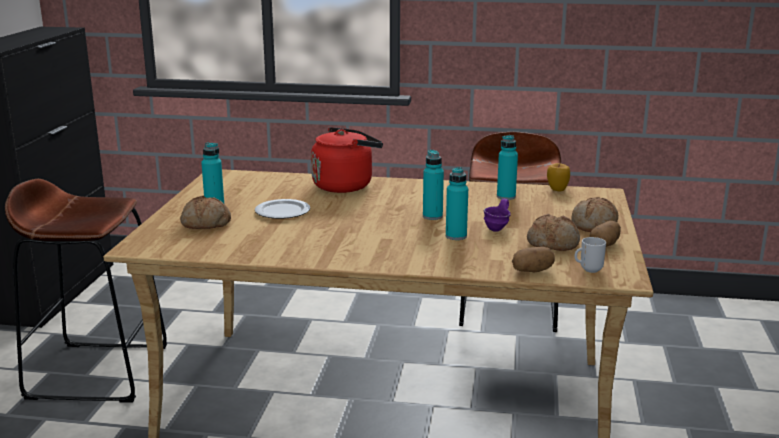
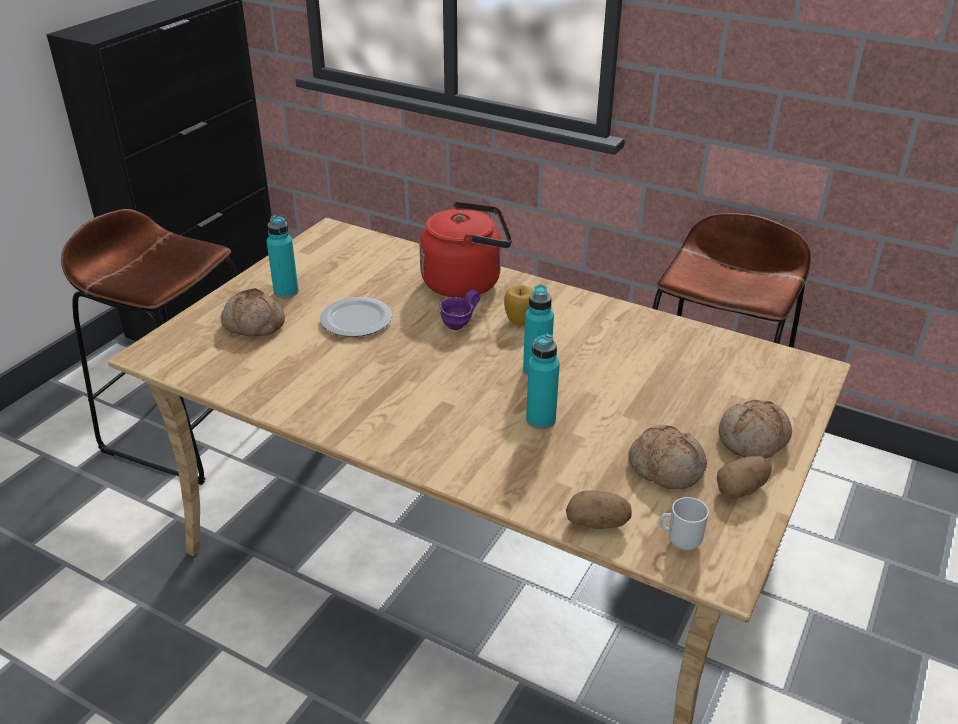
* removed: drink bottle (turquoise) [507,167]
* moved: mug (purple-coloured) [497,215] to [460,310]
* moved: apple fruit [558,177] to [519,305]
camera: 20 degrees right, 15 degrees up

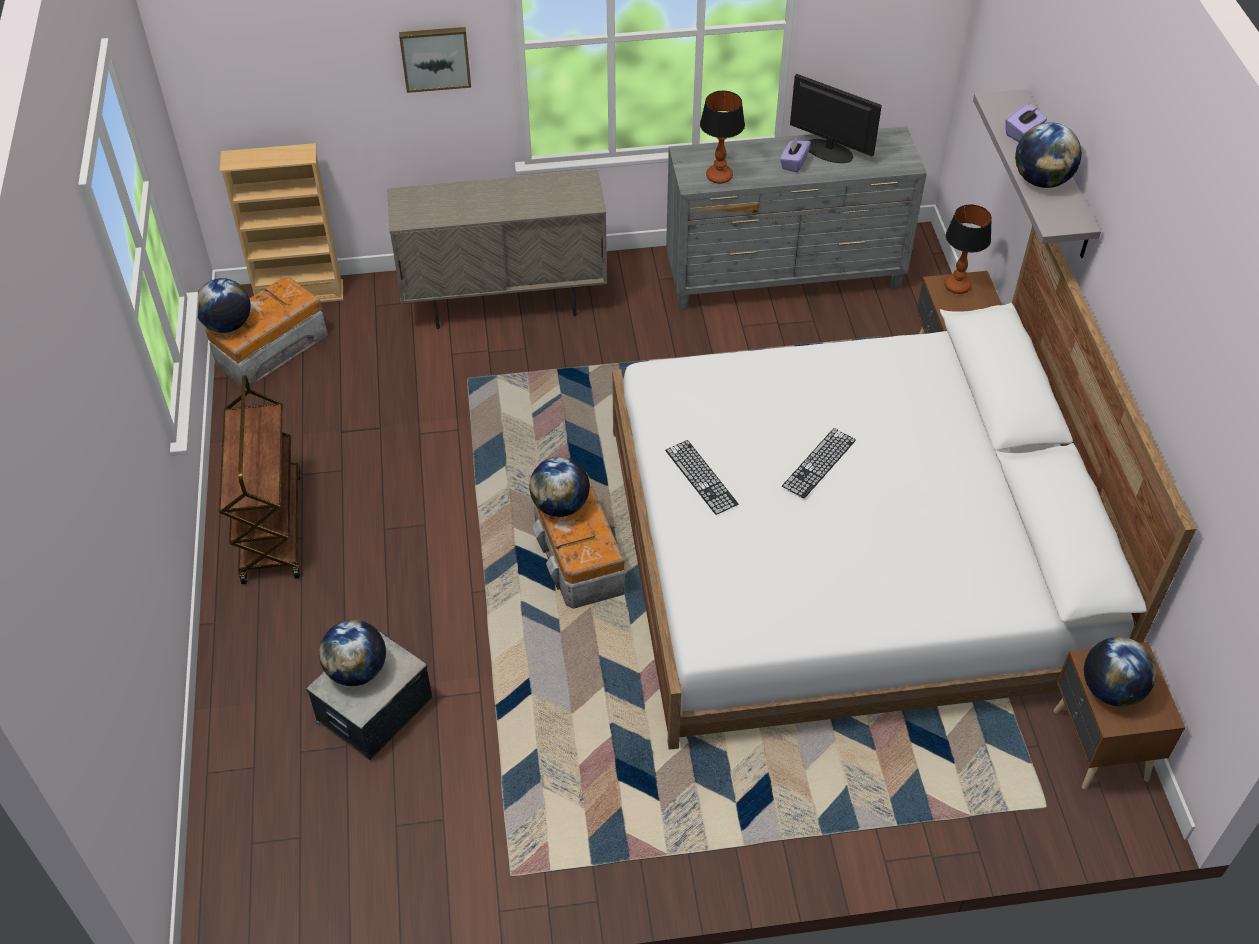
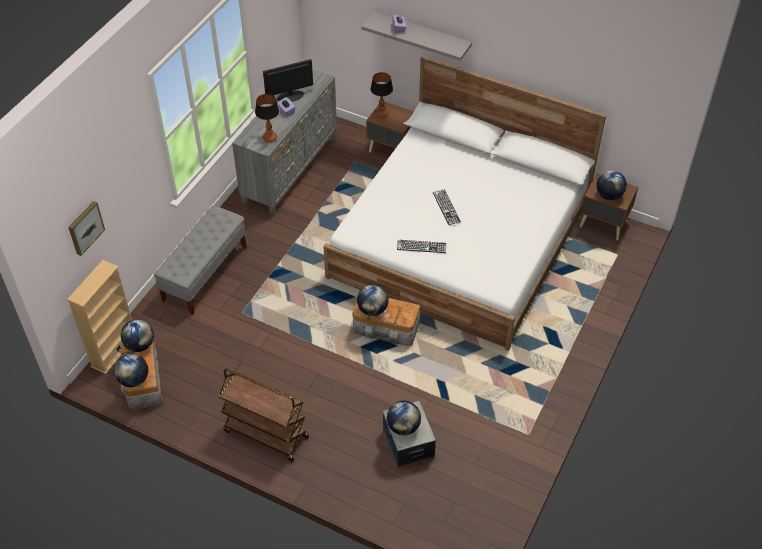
* moved: wall art [435,60] to [86,228]
* moved: world globe [1048,155] to [137,335]
* replaced: cabinet (beige-coloured) [497,249] to long seat (grey) [200,260]
camera: 55 degrees left, 0 degrees up

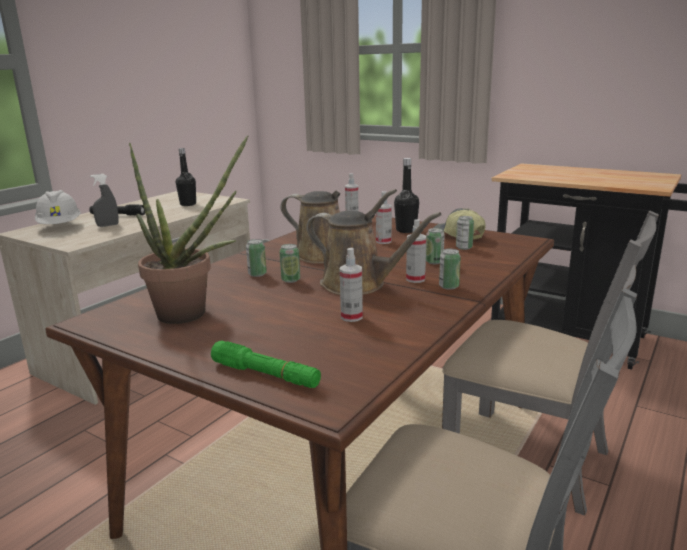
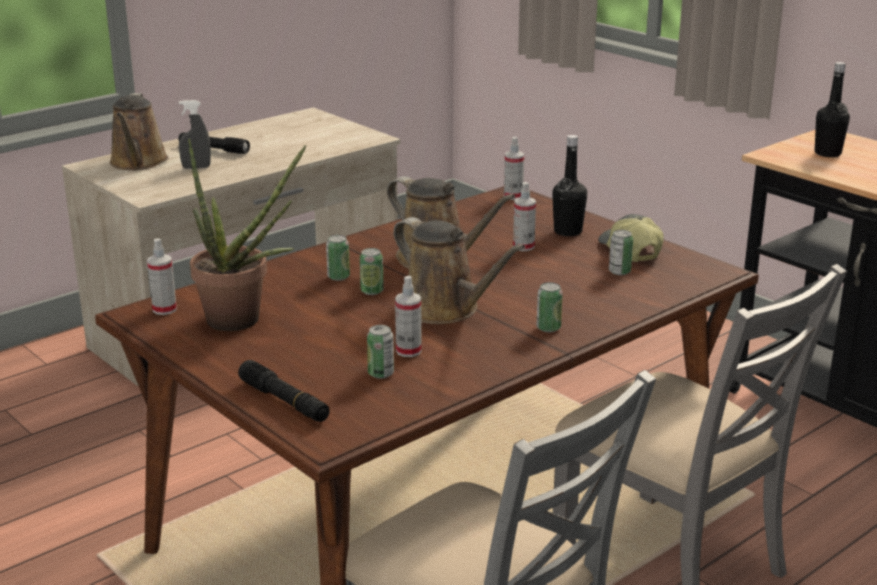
* moved: drink bottle (black-coloured) [186,177] to [832,109]
* moved: hand sprayer [416,251] to [162,277]
* moved: sealed can [435,246] to [380,352]
* replaced: hard hat (whitish) [58,207] to watering can (brown-coloured) [139,131]
* recoloured: hand torch (green-coloured) [266,364] to hand torch (black-coloured) [284,391]
camera: 15 degrees right, 5 degrees up

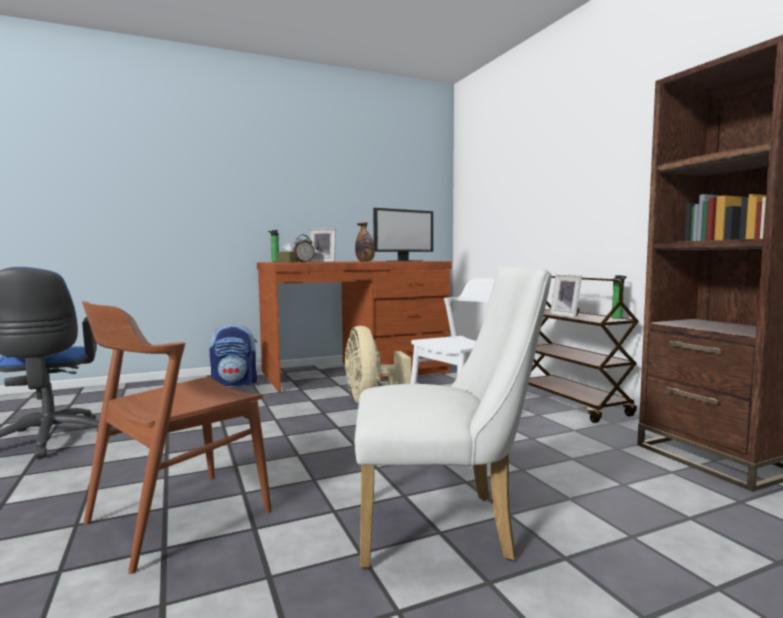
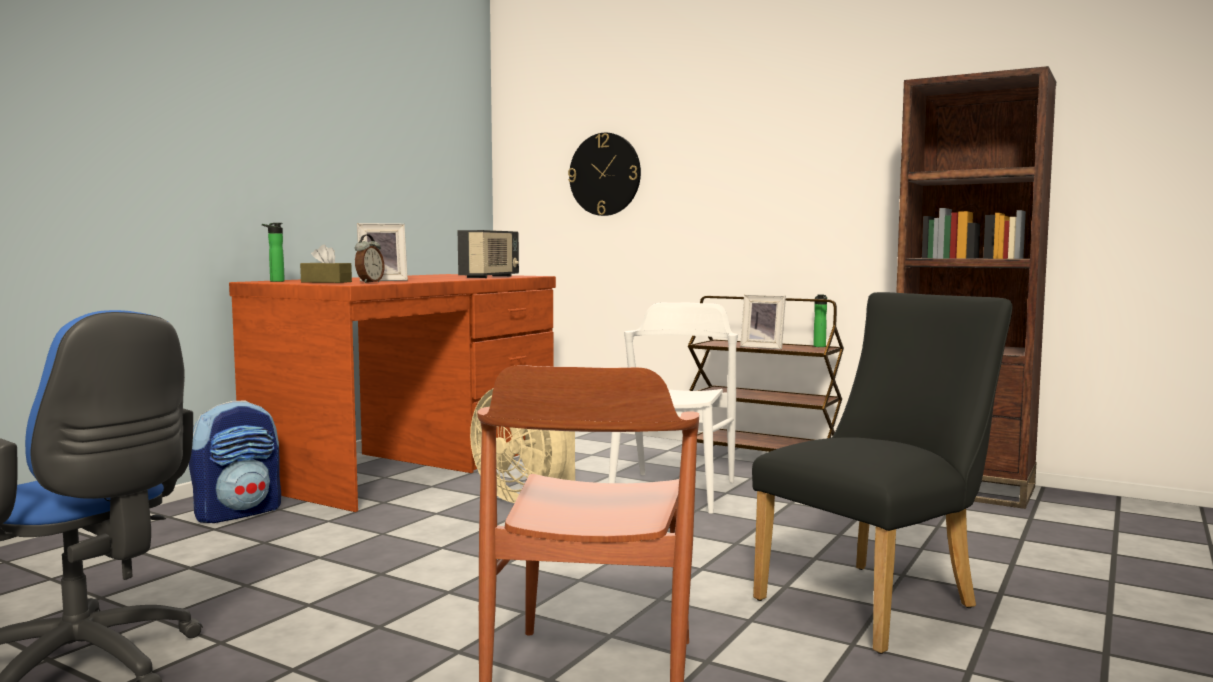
* removed: drink bottle [365,242]
* added: wall clock [604,174]
* replaced: computer display [403,235] to radio set [488,254]
* recoloured: chair (whitish) [453,417] to chair (black-coloured) [882,473]
camera: 35 degrees left, 0 degrees up

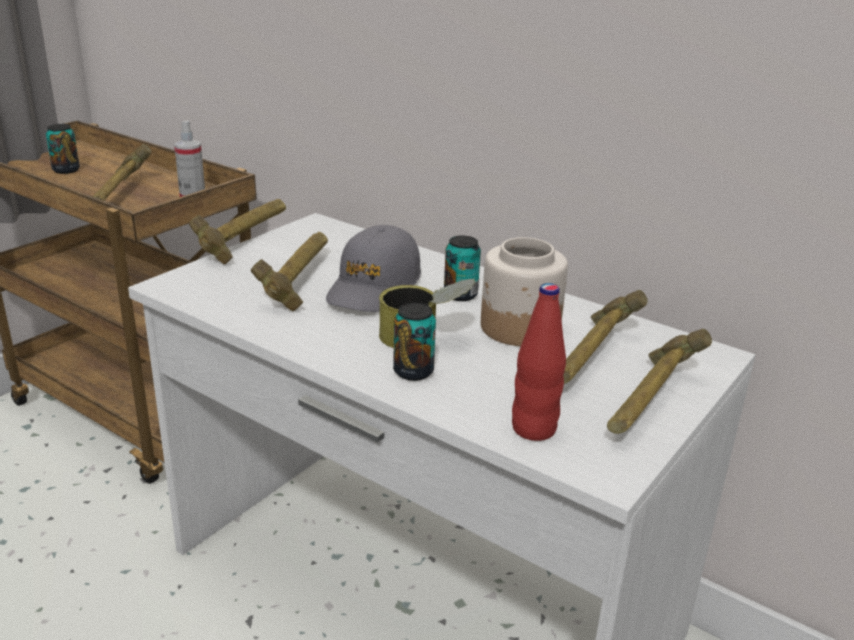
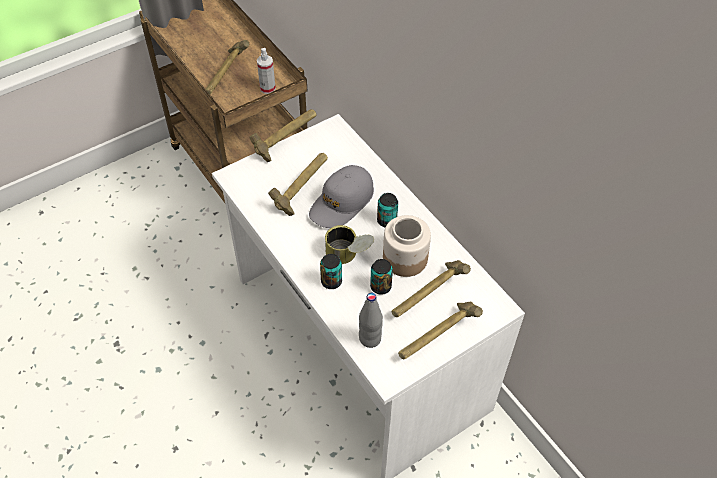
* moved: sealed can [63,149] to [381,277]
* recoloured: drink bottle (red-coloured) [539,362] to drink bottle (grey) [371,320]
camera: 20 degrees right, 25 degrees up

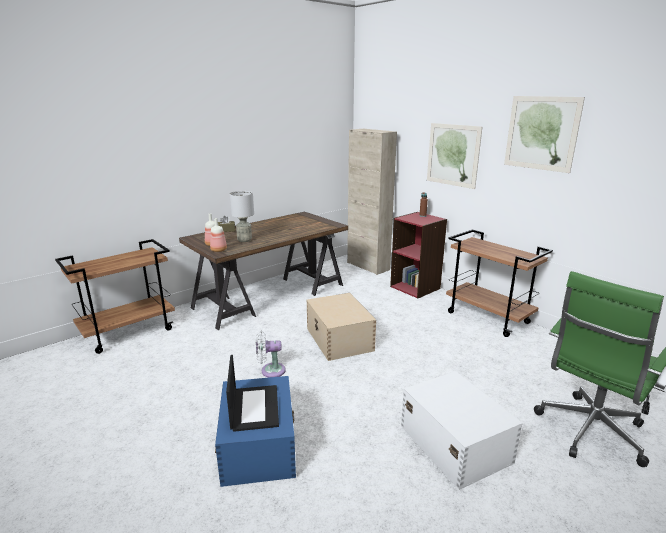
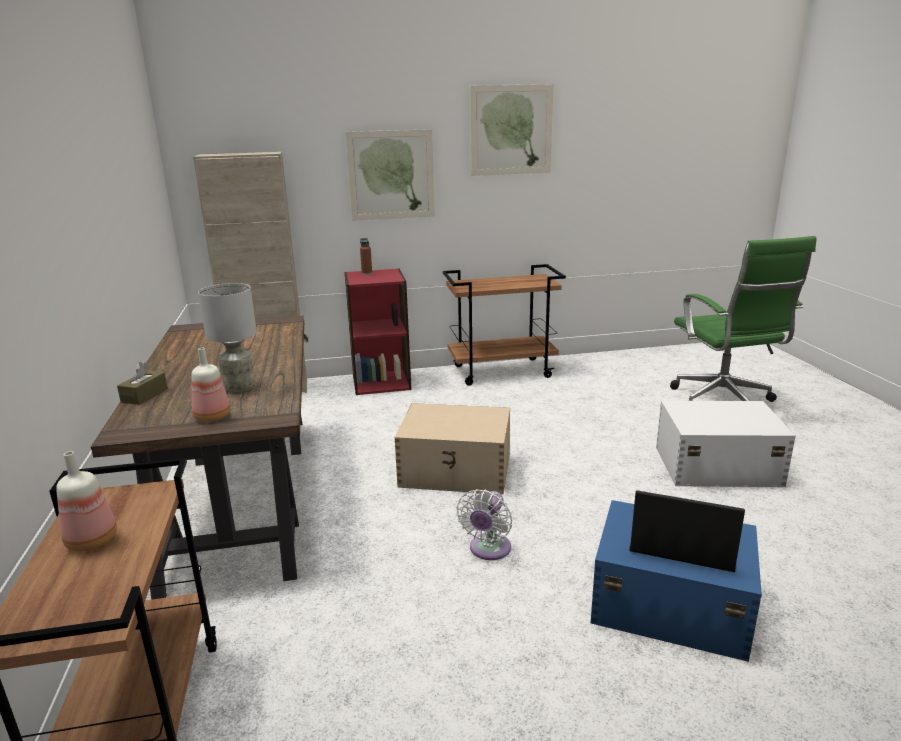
* moved: drink bottle [218,235] to [86,501]
camera: 60 degrees left, 0 degrees up

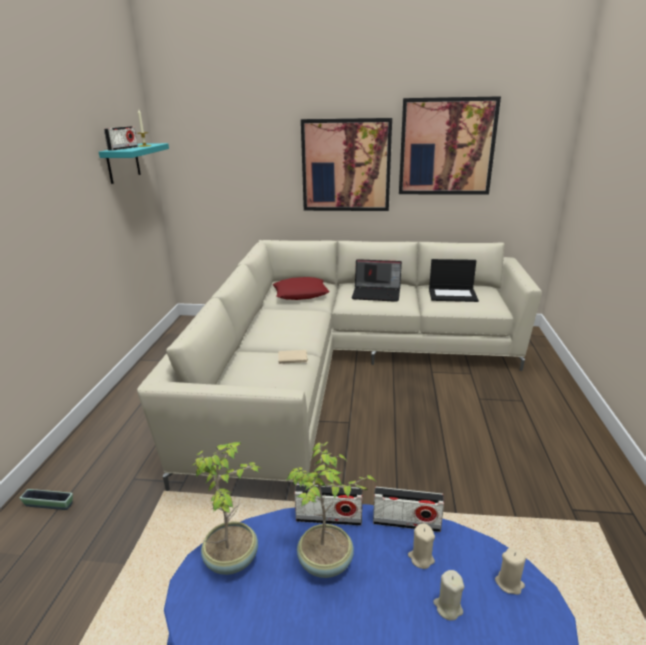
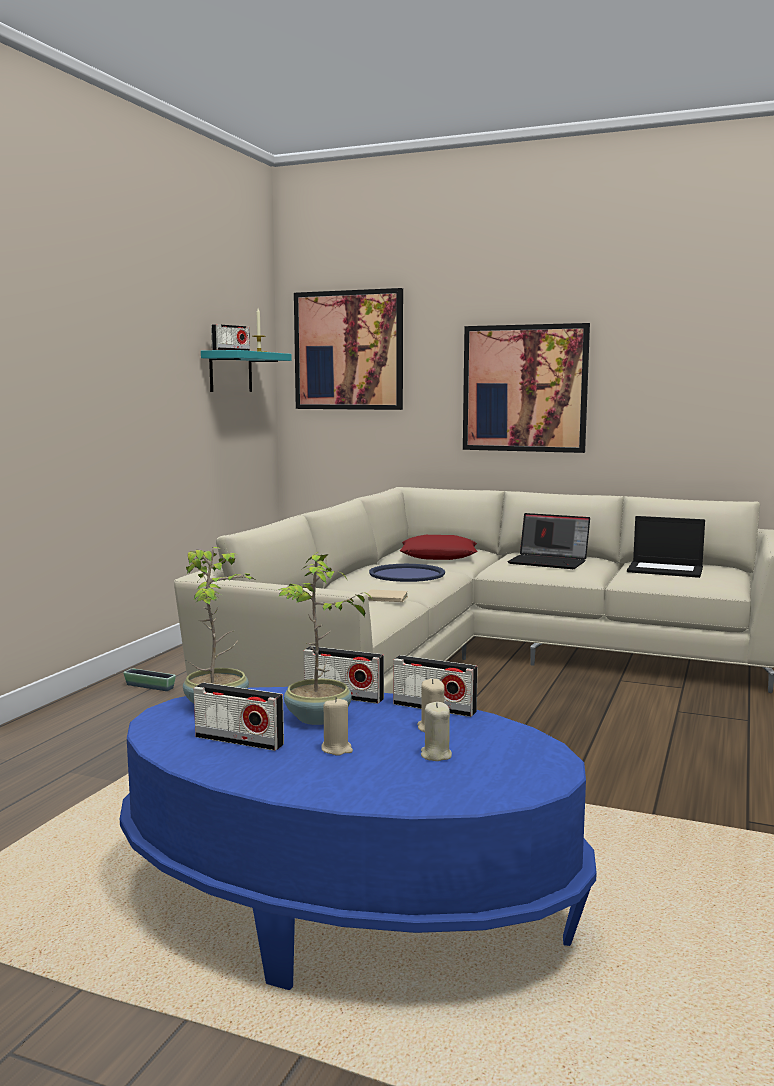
* added: radio set [239,717]
* added: carrying tray (blue-coloured) [407,573]
* moved: plant pot [46,499] to [149,679]
* moved: wall art [450,145] to [348,349]
* moved: wax light (beige-coloured) [510,571] to [337,726]
camera: 15 degrees right, 15 degrees down

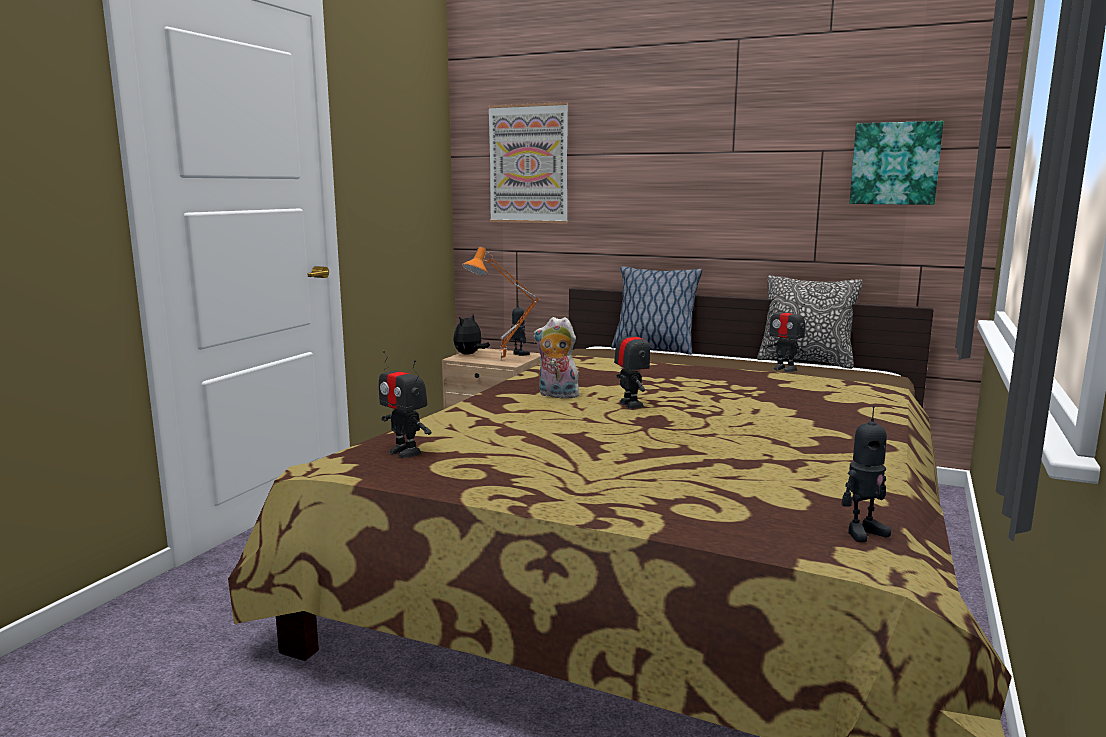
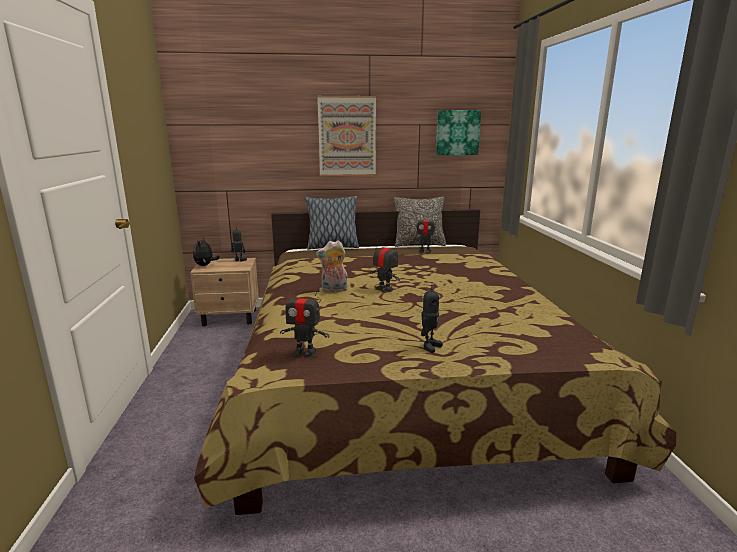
* removed: table lamp (orange-coloured) [501,304]
* moved: wall art [528,163] to [346,136]
* moved: toy robot [866,474] to [432,317]
camera: 30 degrees left, 5 degrees up

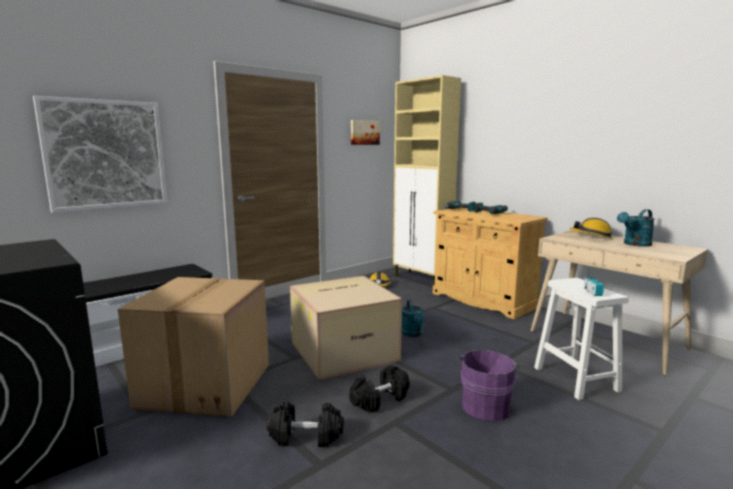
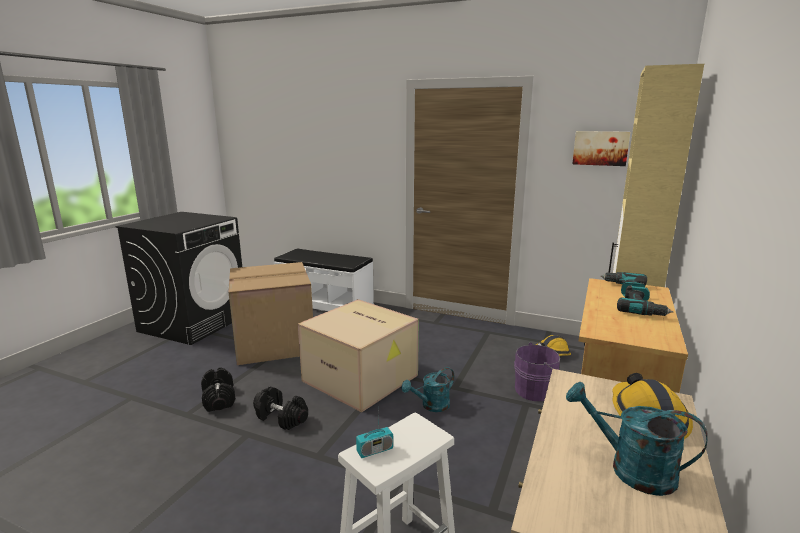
* removed: wall art [100,154]
* moved: bucket (purple-coloured) [489,385] to [537,372]
camera: 65 degrees right, 5 degrees up

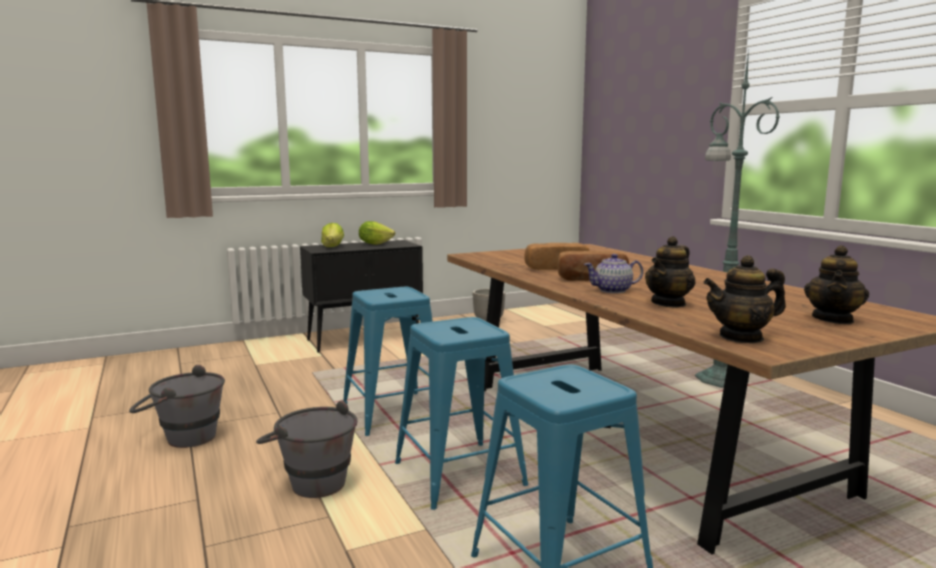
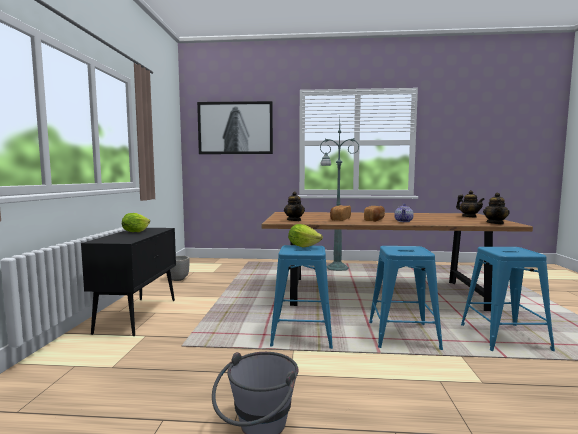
* removed: bucket (grey) [307,449]
* added: wall art [235,127]
* moved: lettuce [332,235] to [305,235]
* moved: tea pot [670,272] to [294,206]
camera: 60 degrees left, 5 degrees down

